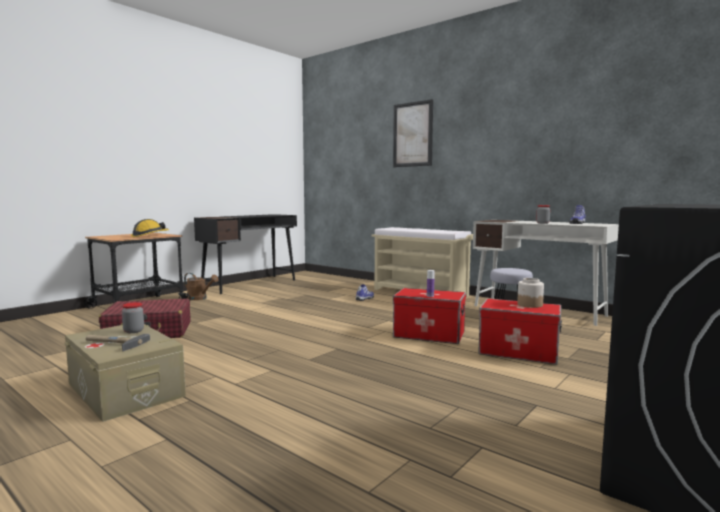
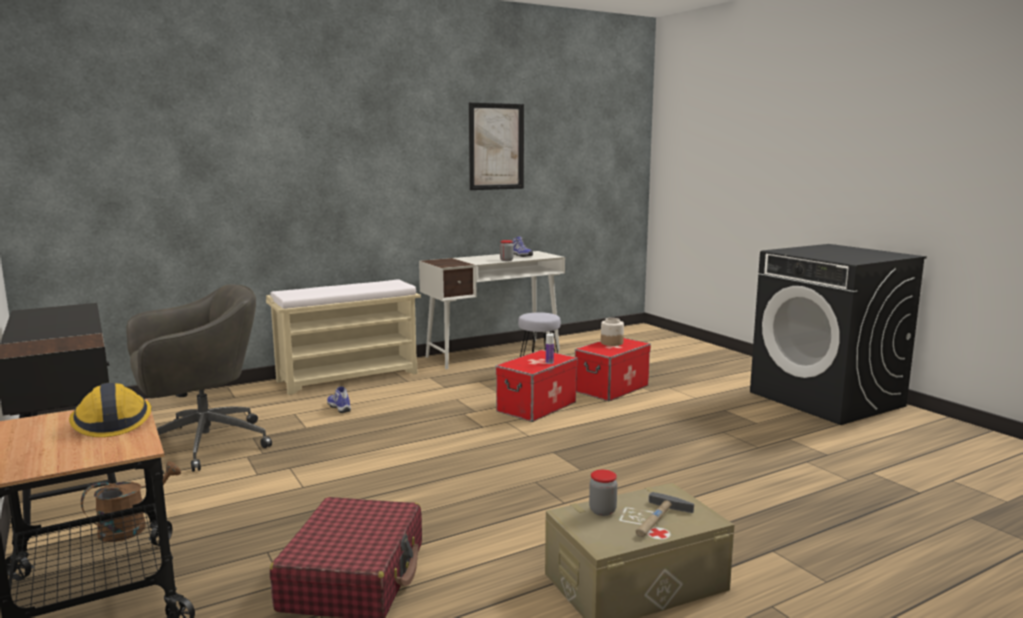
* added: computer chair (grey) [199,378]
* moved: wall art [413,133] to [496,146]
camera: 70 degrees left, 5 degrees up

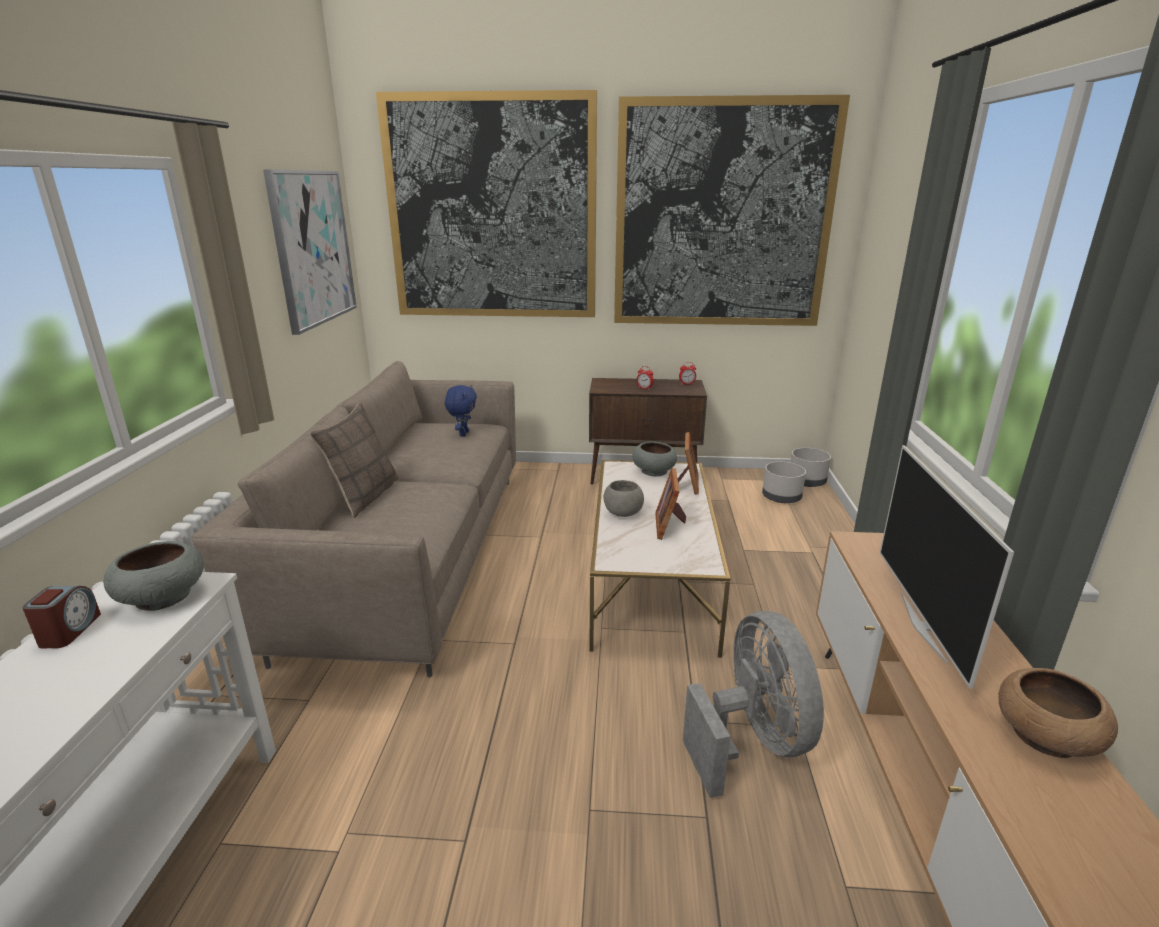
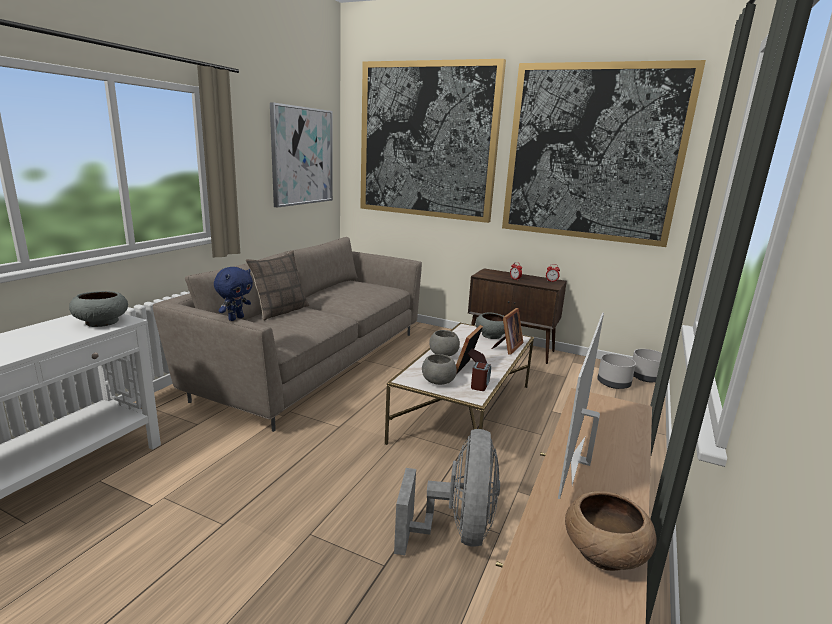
* added: serving bowl (grey) [439,369]
* moved: alarm clock [62,617] to [481,376]
* moved: plush toy (blue-coloured) [461,410] to [233,294]
camera: 20 degrees right, 5 degrees down

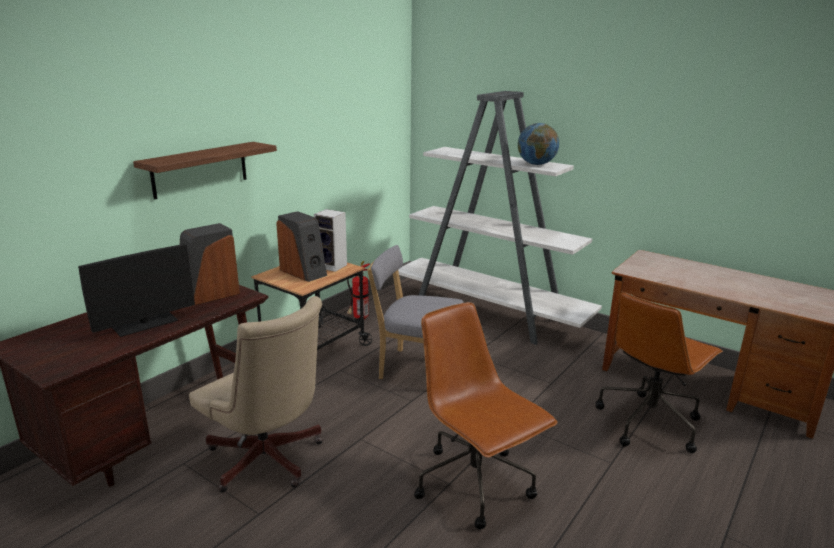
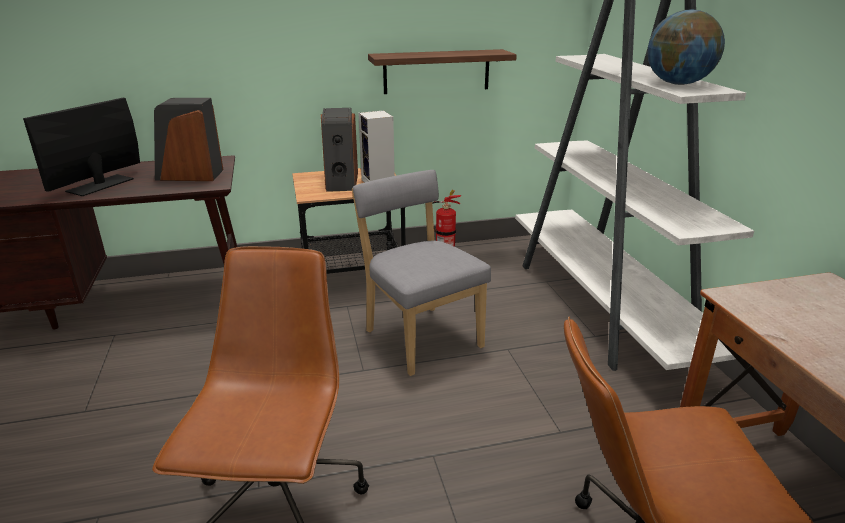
* removed: computer chair (beige-coloured) [256,394]
* moved: bracket shelf [205,171] to [442,71]
* turned: computer display [136,290] = [81,147] 120 degrees clockwise
camera: 40 degrees right, 5 degrees up

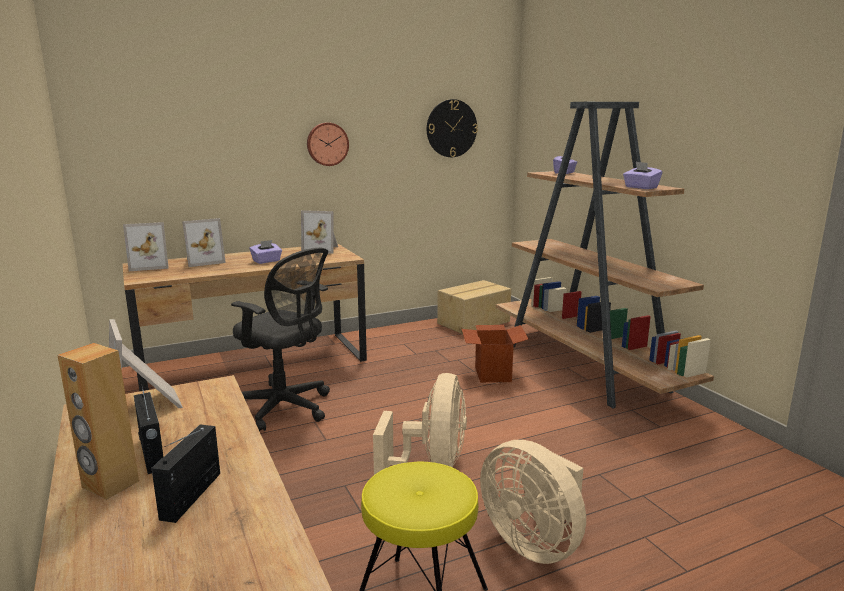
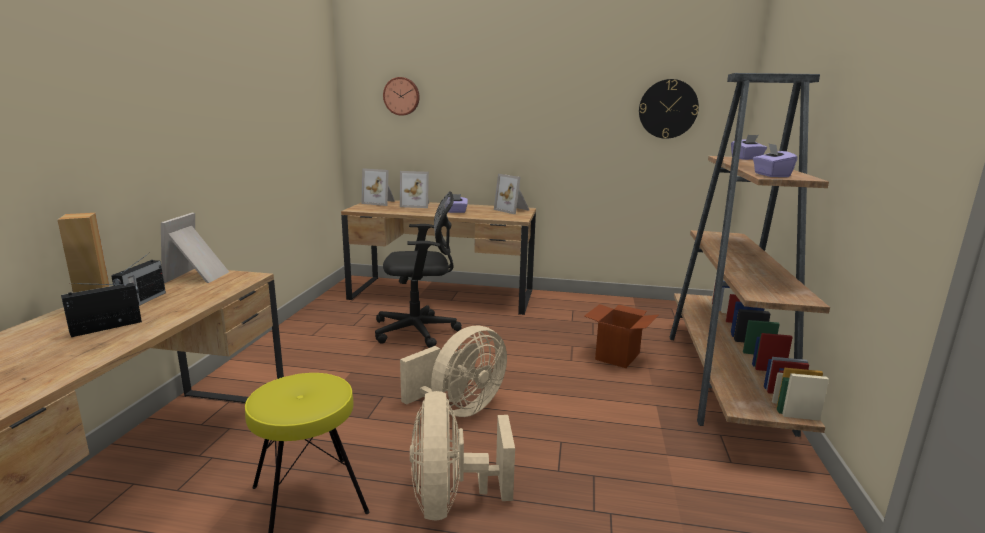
* removed: packing box [474,307]
* moved: wall clock [328,144] to [401,96]
* turned: computer chair (black-coloured) [280,340] = [418,270] 75 degrees counterclockwise
camera: 35 degrees right, 0 degrees up

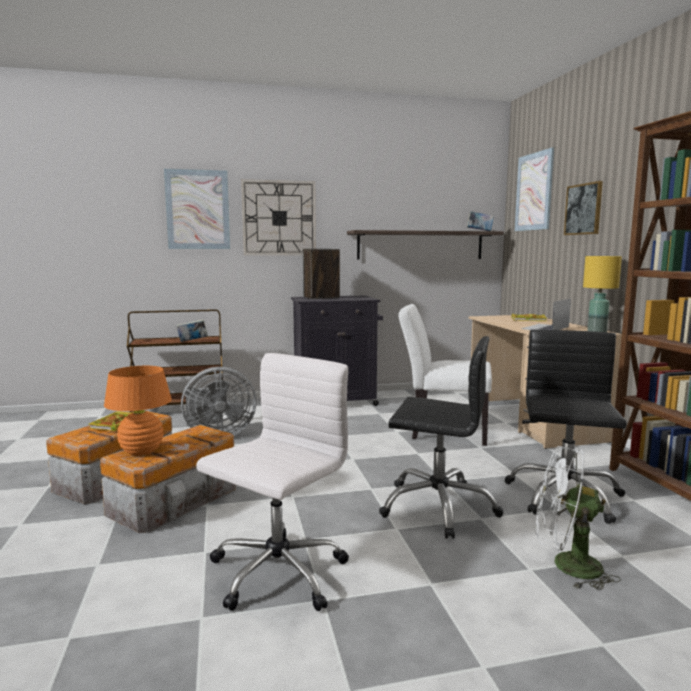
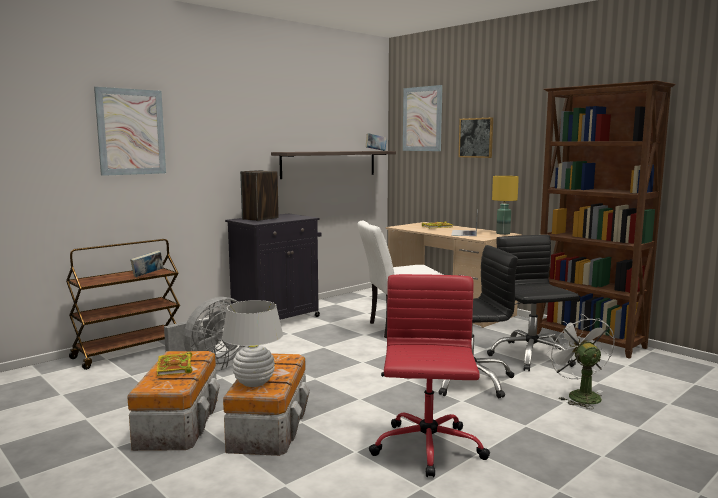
* removed: wall clock [278,217]
* recoloured: table lamp (orange-coloured) [138,411] to table lamp (whitish) [252,343]
* recoloured: computer chair (whitish) [272,482] to computer chair (red-coloured) [429,375]
* turned: cooling fan (whitish) [578,518] = [580,361] 90 degrees clockwise
camera: 30 degrees left, 0 degrees up

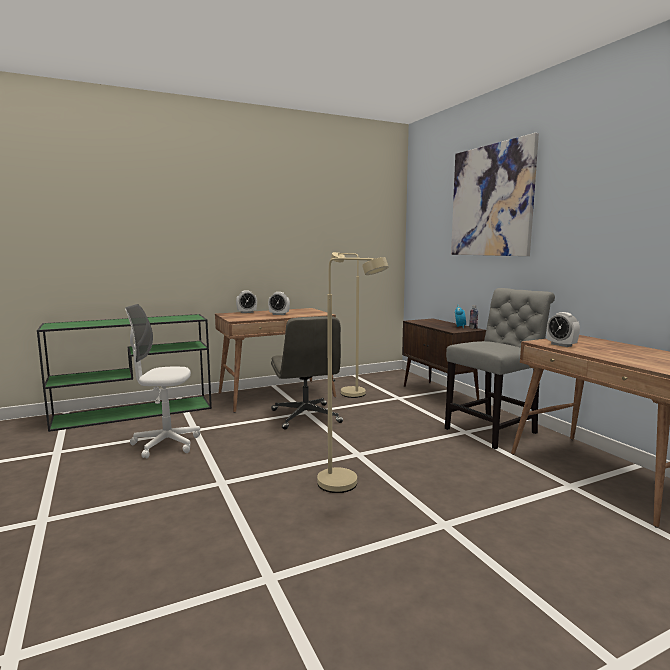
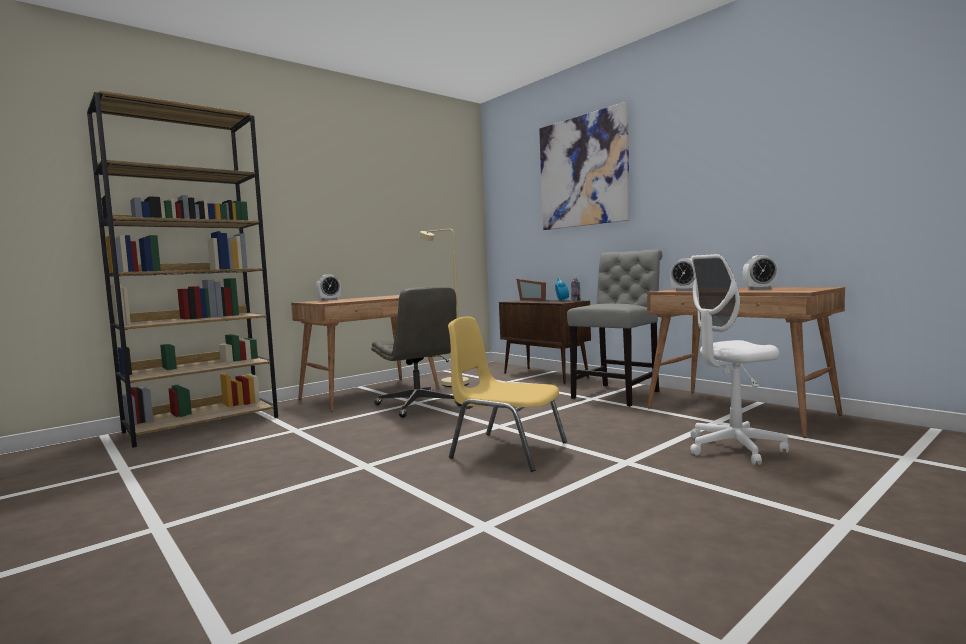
* added: standing frame [531,290]
* moved: computer chair (whitish) [162,381] to [739,359]
* moved: alarm clock [279,303] to [760,272]
* replaced: hall table (green-coloured) [124,373] to bookshelf (brown-coloured) [182,269]
* replaced: standing lamp (beige-coloured) [352,375] to chair (yellow-coloured) [507,394]
camera: 15 degrees left, 5 degrees down

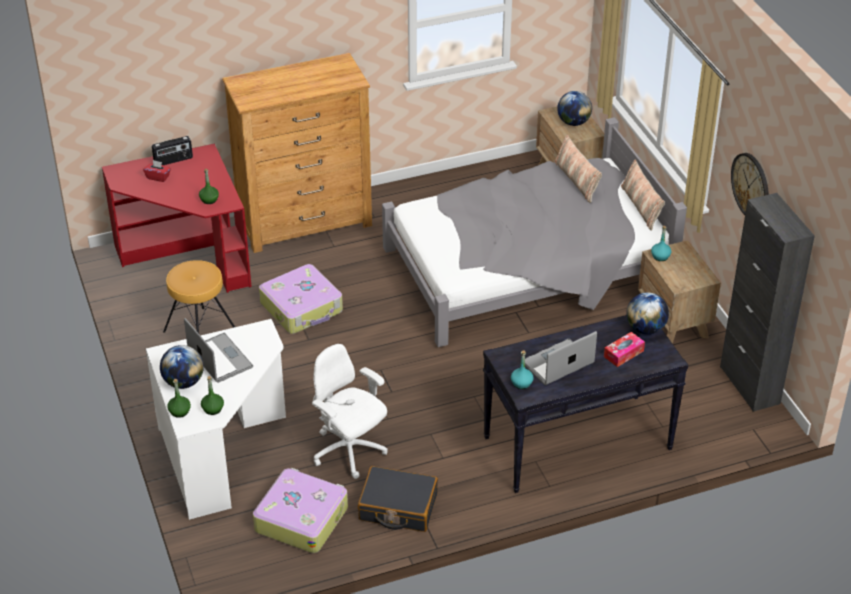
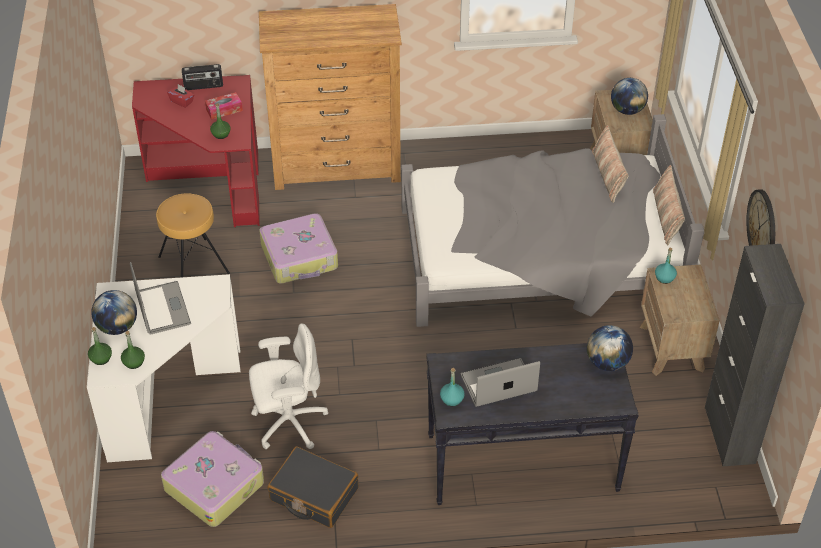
* moved: tissue holder [624,349] to [224,106]
* turned: computer chair (whitish) [350,411] = [288,386] 105 degrees clockwise
camera: 15 degrees right, 5 degrees up

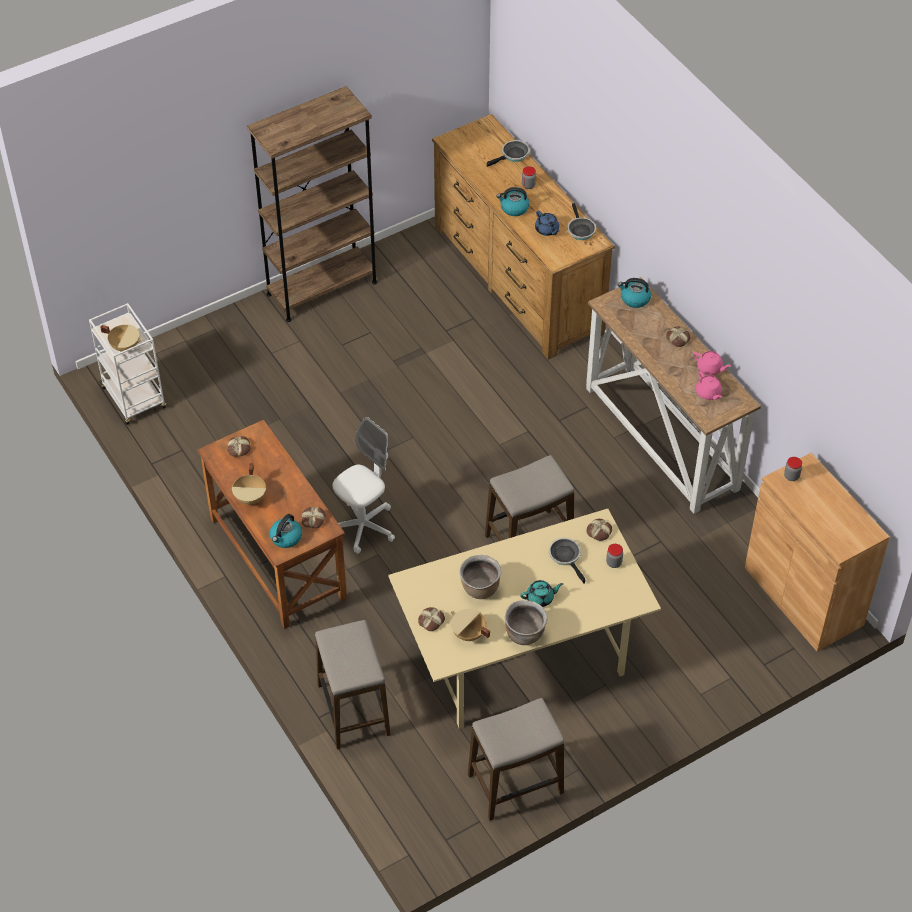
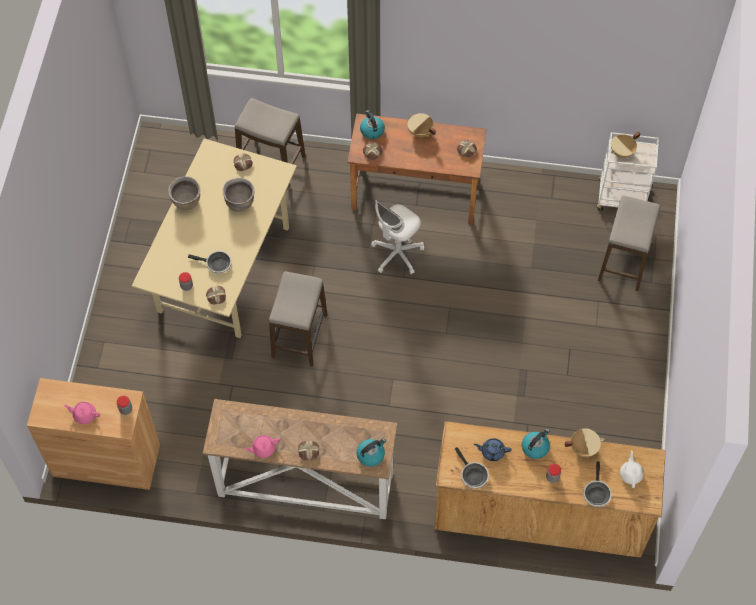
* removed: bookshelf (brown-coloured) [312,204]
* removed: tea pot (turquoise) [541,593]
* added: tea pot (whitish) [632,469]
* moved: saucepot (beige-coloured) [470,625] to [584,442]
* moved: sitting stool [516,759] to [629,243]
* moved: tea pot (pinkish) [709,385] to [82,413]
* turned: computer chair (whitish) [363,485] = [397,237] 45 degrees clockwise
* turned: frying pan [581,221] = [472,468] 150 degrees counterclockwise
camera: 130 degrees right, 10 degrees up

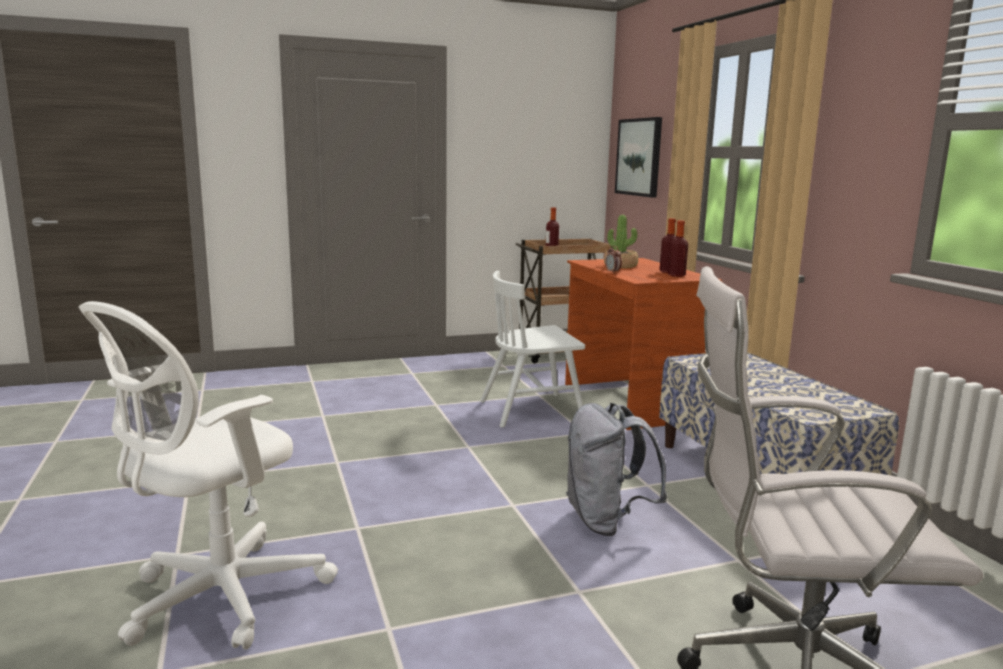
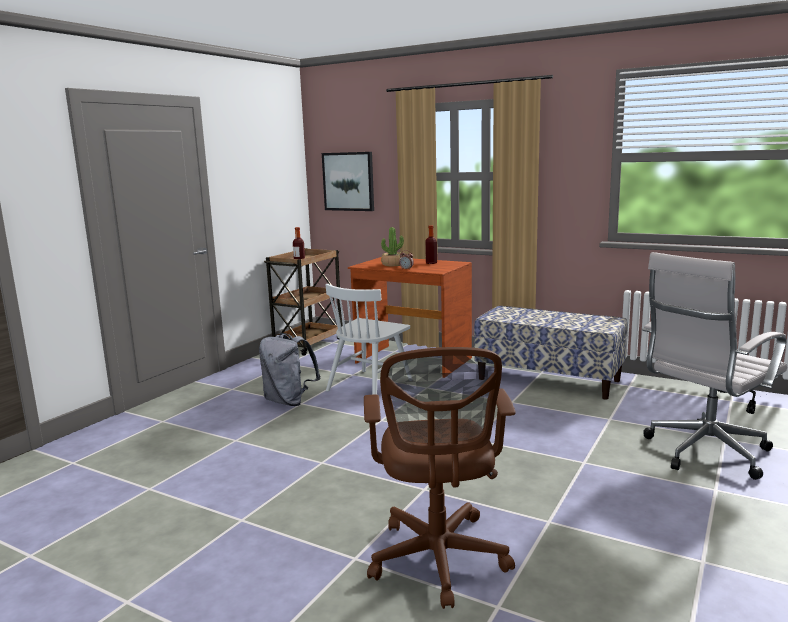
* removed: drink bottle [678,248]
* moved: knapsack (grey) [616,469] to [290,369]
* recoloured: computer chair (whitish) [208,475] to computer chair (brown-coloured) [440,478]
camera: 40 degrees left, 0 degrees up

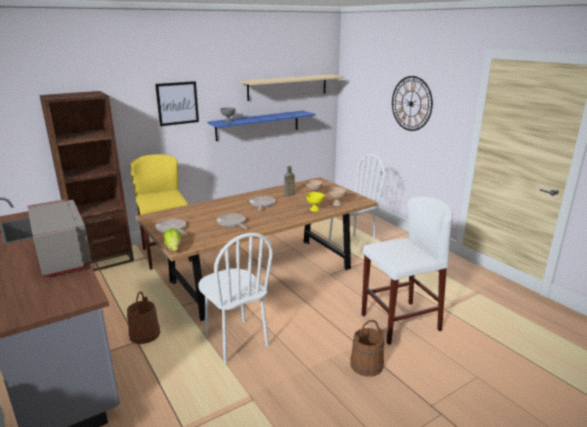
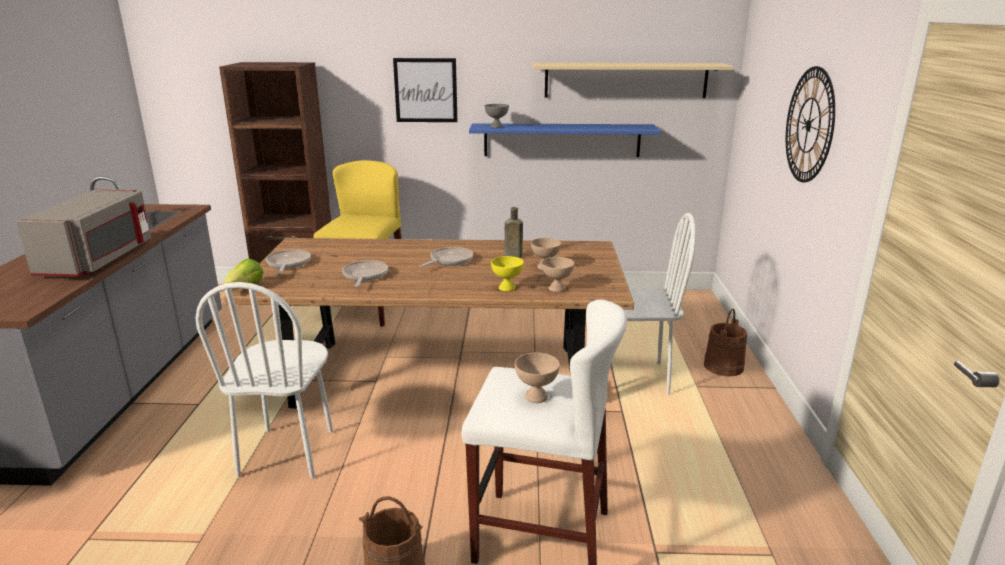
* added: serving bowl (beige-coloured) [537,378]
* moved: bucket (brown-coloured) [143,317] to [725,343]
camera: 35 degrees right, 0 degrees up

